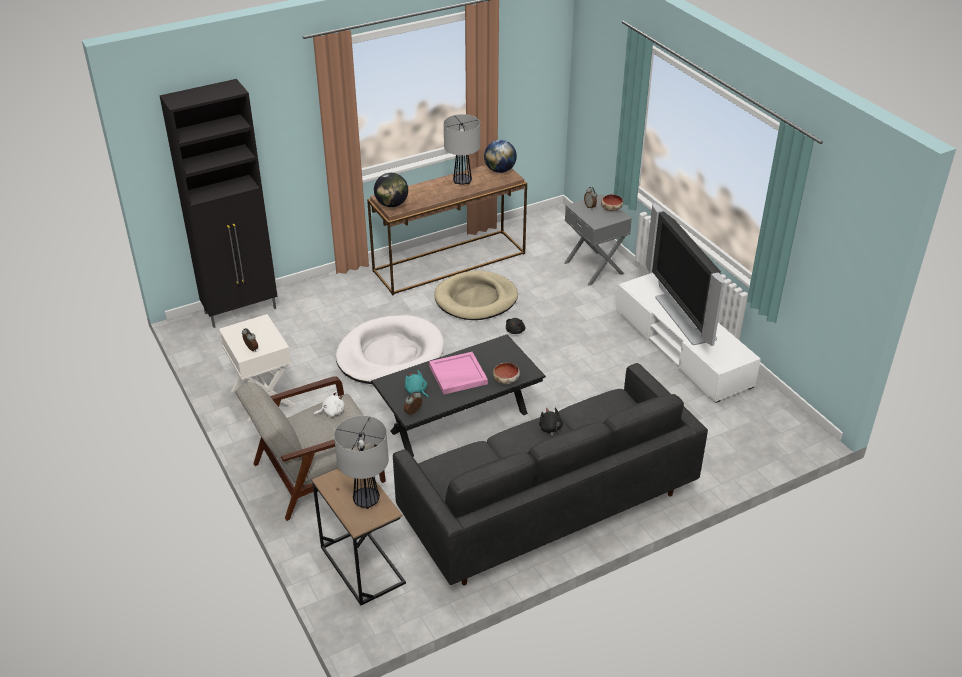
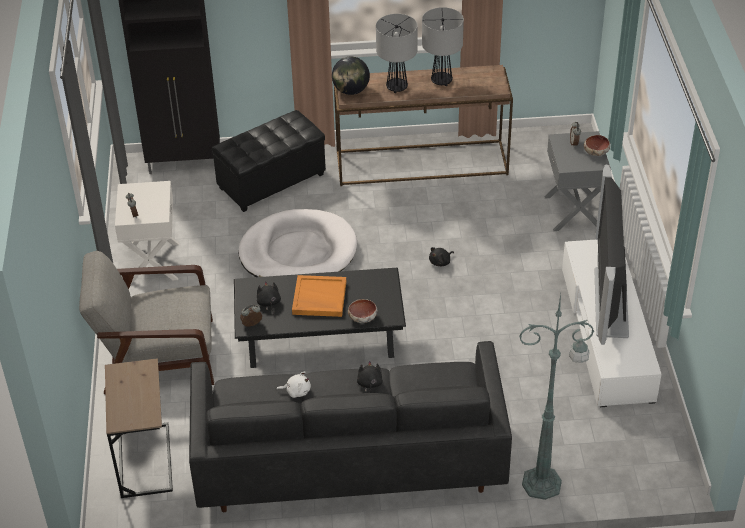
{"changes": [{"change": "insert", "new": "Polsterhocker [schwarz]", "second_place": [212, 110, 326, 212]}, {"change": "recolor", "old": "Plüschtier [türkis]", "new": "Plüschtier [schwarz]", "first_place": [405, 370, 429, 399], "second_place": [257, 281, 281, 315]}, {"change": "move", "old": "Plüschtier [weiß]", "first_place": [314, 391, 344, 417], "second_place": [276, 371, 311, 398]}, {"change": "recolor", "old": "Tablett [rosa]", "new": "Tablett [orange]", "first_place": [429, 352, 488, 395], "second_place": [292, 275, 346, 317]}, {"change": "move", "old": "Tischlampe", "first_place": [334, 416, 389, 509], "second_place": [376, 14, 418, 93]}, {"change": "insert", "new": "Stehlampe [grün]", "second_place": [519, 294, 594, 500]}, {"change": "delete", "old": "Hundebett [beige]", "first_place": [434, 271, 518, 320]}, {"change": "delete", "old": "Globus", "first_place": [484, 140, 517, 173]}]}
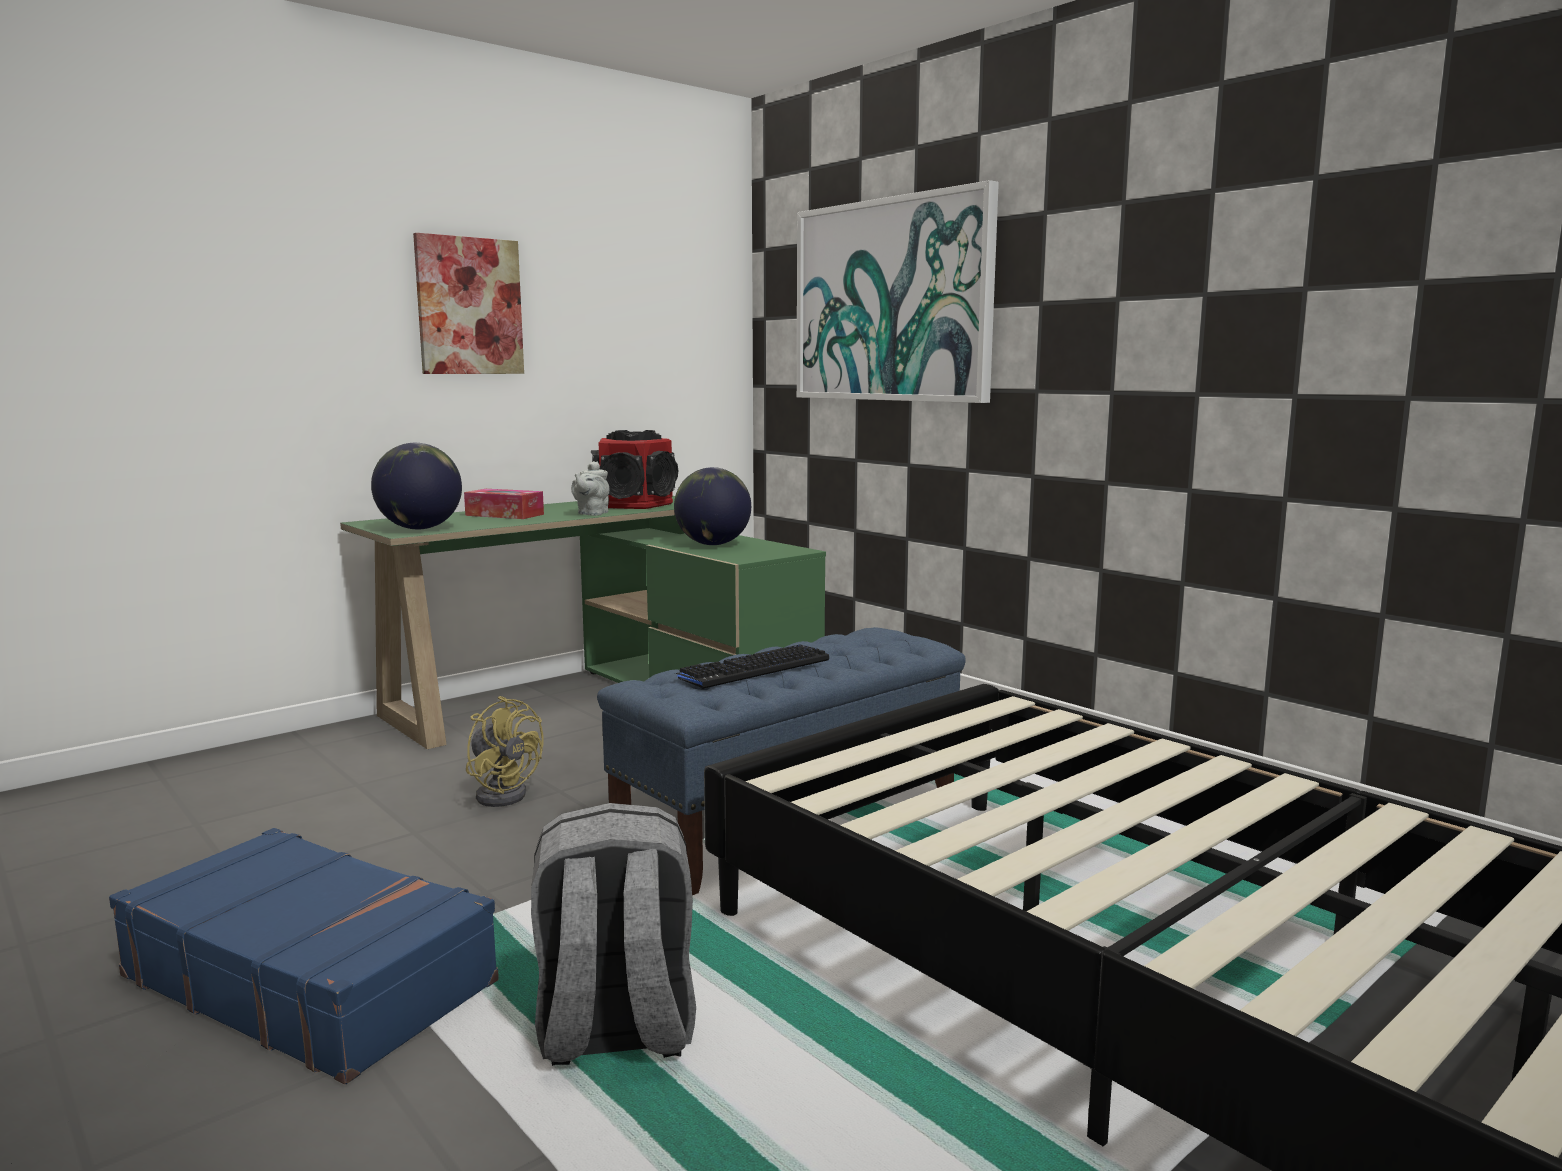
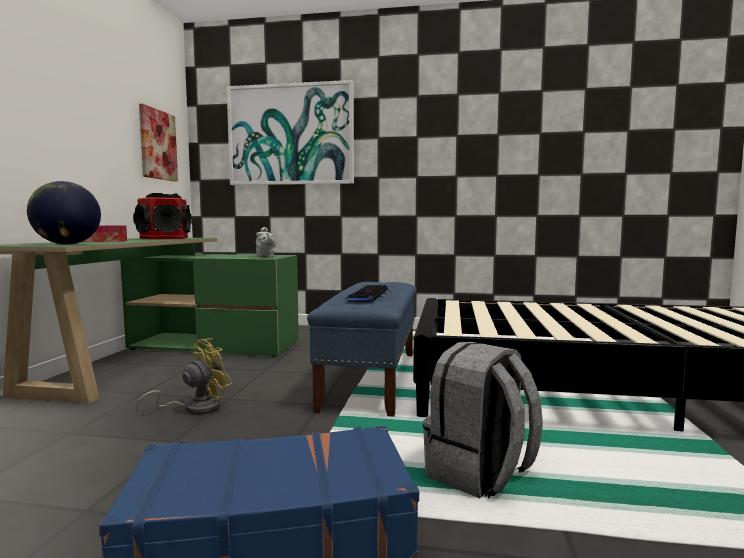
{"changes": [{"change": "rotate", "old": "Ventilator [gelb]", "first_place": [466, 696, 543, 807], "second_place": [136, 338, 232, 415], "degrees": -45}, {"change": "move", "old": "Bild", "first_place": [413, 233, 524, 374], "second_place": [139, 104, 178, 182]}, {"change": "move", "old": "Teekanne [grau]", "first_place": [571, 461, 609, 516], "second_place": [256, 227, 277, 258]}, {"change": "delete", "old": "Globus", "first_place": [674, 467, 751, 545]}]}
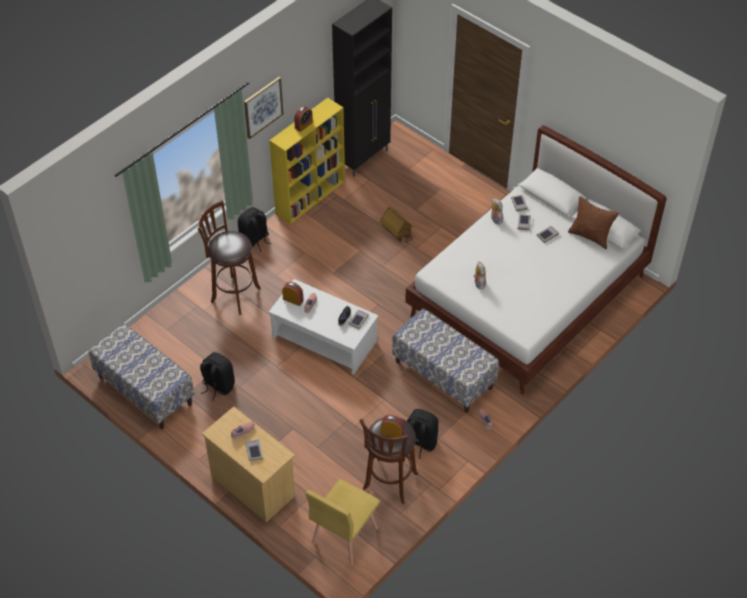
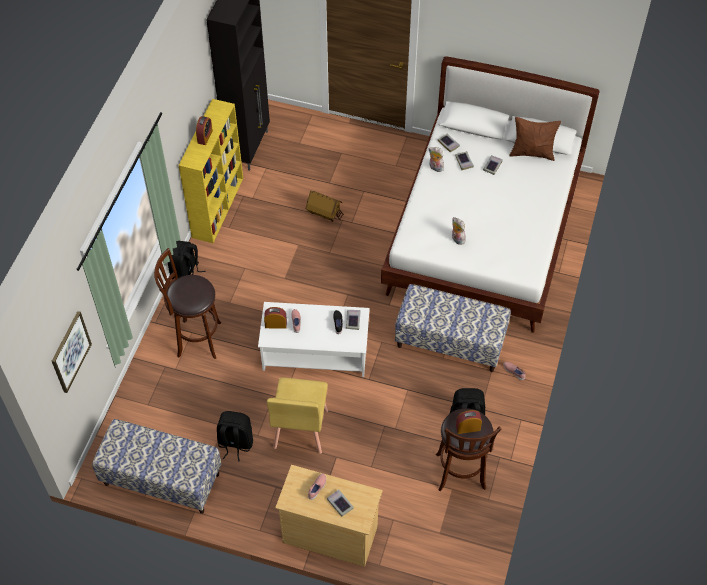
{"changes": [{"change": "move", "old": "Bild", "first_place": [244, 77, 283, 139], "second_place": [52, 311, 92, 393]}, {"change": "move", "old": "Stuhl [gelb]", "first_place": [305, 479, 380, 565], "second_place": [267, 378, 328, 454]}]}
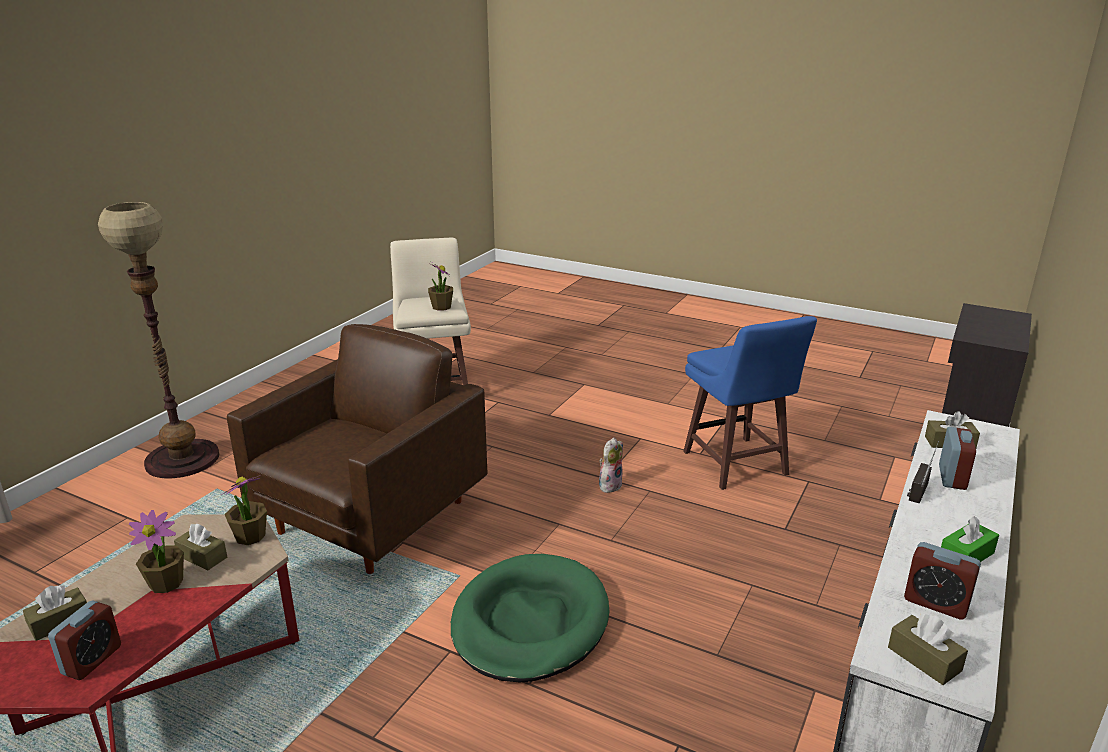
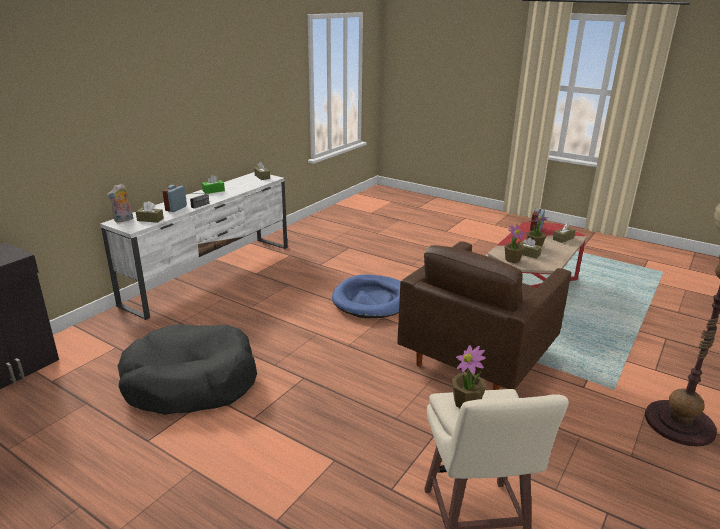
{"changes": [{"change": "move", "old": "Plüschtier", "first_place": [599, 438, 623, 493], "second_place": [106, 184, 133, 223]}, {"change": "replace", "old": "Hocker [blau]", "new": "Hundebett [schwarz]", "first_place": [683, 316, 817, 490], "second_place": [118, 324, 257, 415]}, {"change": "recolor", "old": "Hundebett [grün]", "new": "Hundebett [blau]", "first_place": [451, 554, 610, 682], "second_place": [332, 274, 401, 318]}, {"change": "delete", "old": "Wecker", "first_place": [904, 542, 981, 619]}]}
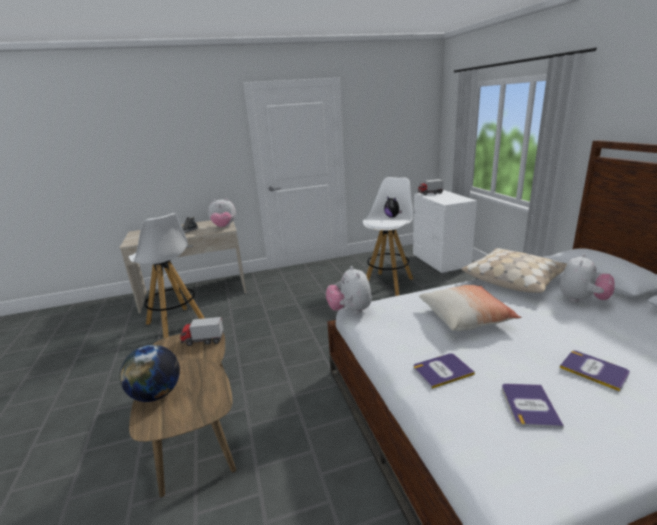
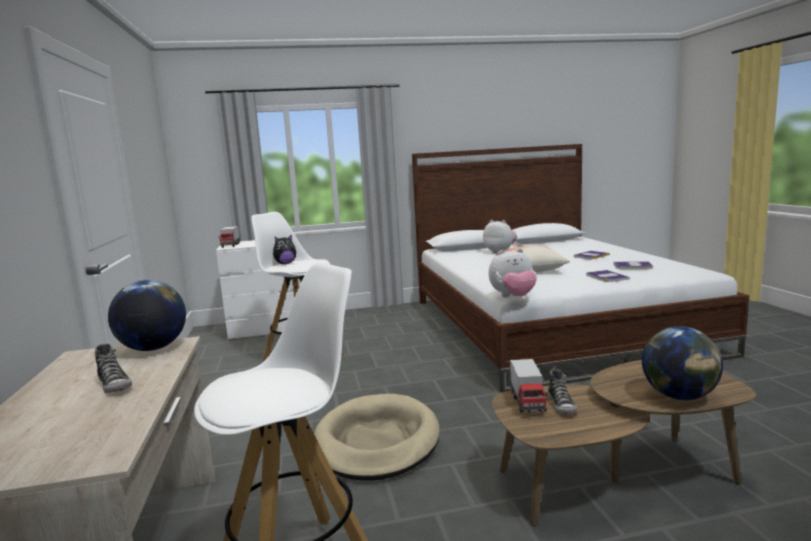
{"changes": [{"change": "replace", "old": "Plüschtier", "new": "Globus", "first_place": [208, 198, 236, 227], "second_place": [108, 280, 186, 351]}, {"change": "insert", "new": "Hundebett [beige]", "second_place": [314, 394, 440, 481]}, {"change": "insert", "new": "Schuh", "second_place": [548, 368, 577, 414]}, {"change": "delete", "old": "Kissen [beige]", "first_place": [461, 248, 567, 293]}]}
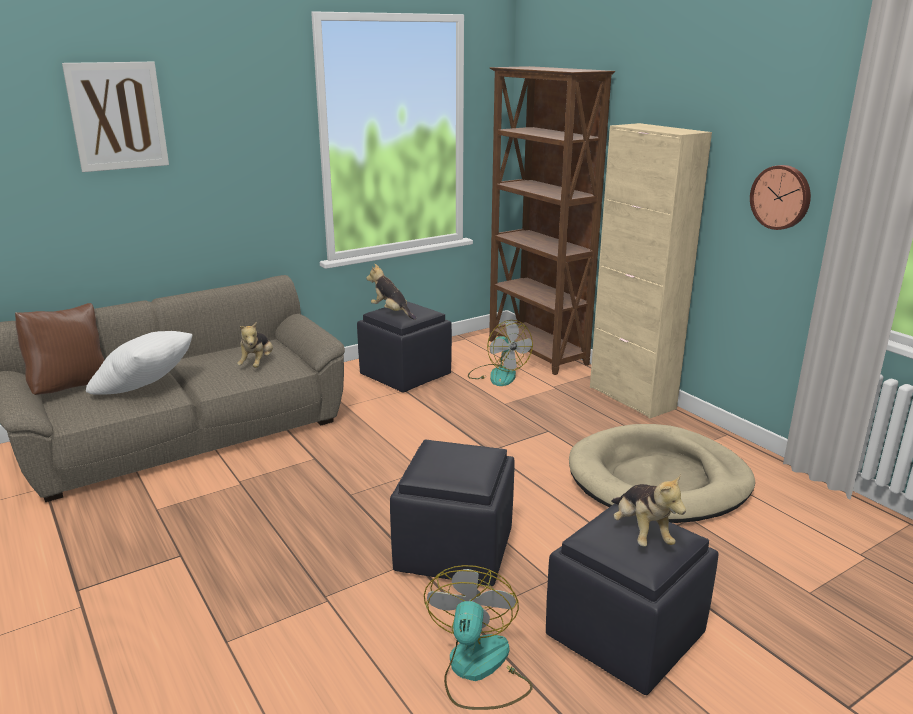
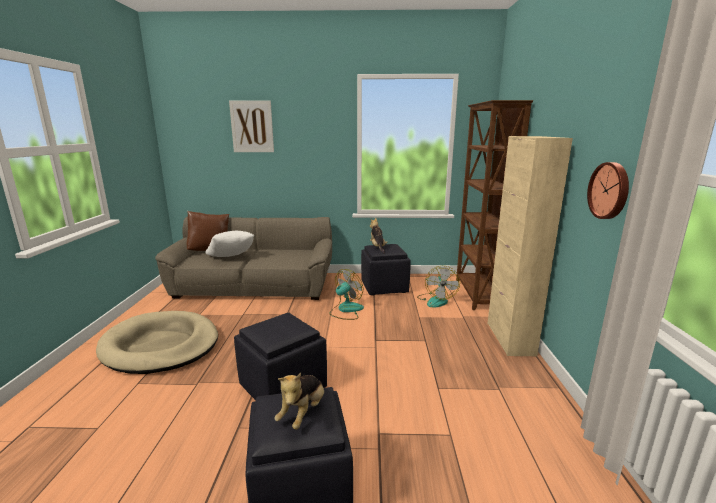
{"changes": [{"change": "move", "old": "Hundebett [beige]", "first_place": [569, 424, 755, 523], "second_place": [96, 311, 218, 374]}, {"change": "move", "old": "Ventilator", "first_place": [424, 565, 533, 710], "second_place": [329, 269, 364, 320]}, {"change": "delete", "old": "Plüschtier", "first_place": [237, 322, 273, 368]}]}
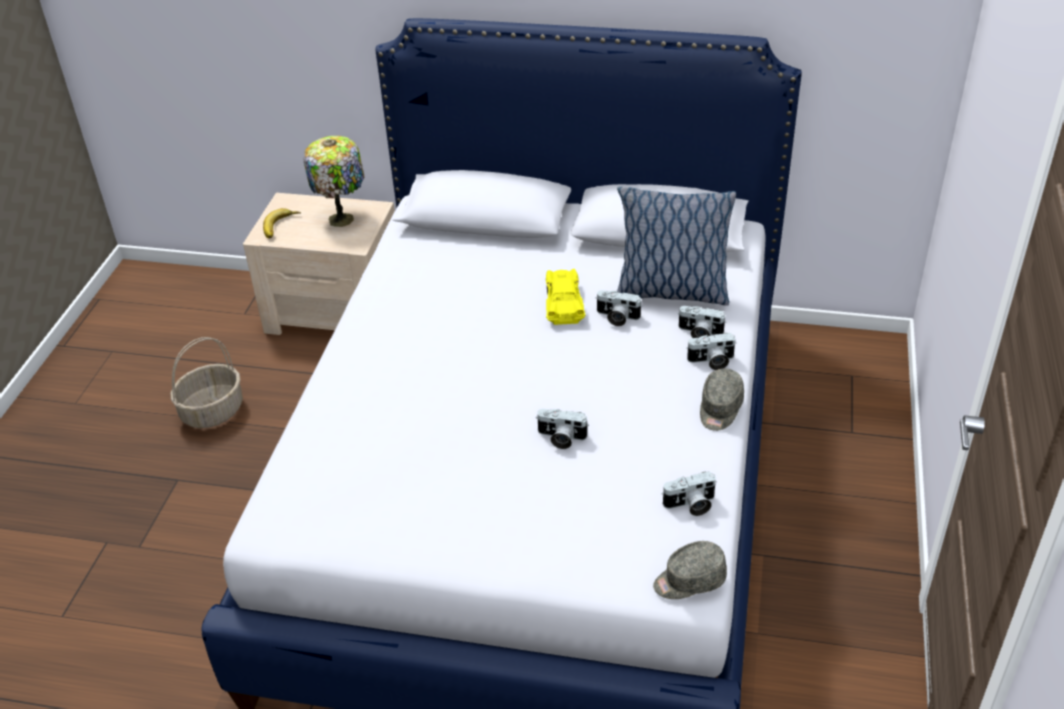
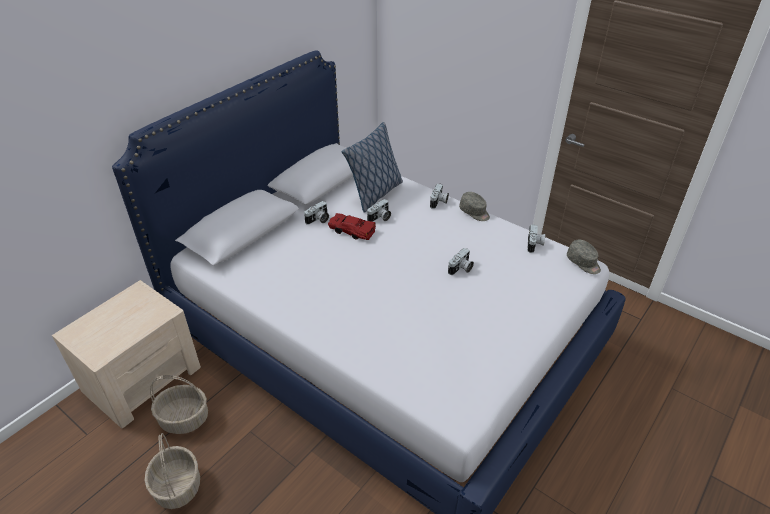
{"changes": [{"change": "insert", "new": "Korb", "second_place": [150, 375, 208, 434]}, {"change": "move", "old": "Kamera", "first_place": [678, 306, 726, 338], "second_place": [304, 201, 329, 225]}, {"change": "recolor", "old": "Spielzeugauto [gelb]", "new": "Spielzeugauto [rot]", "first_place": [546, 269, 586, 325], "second_place": [328, 213, 376, 240]}, {"change": "rotate", "old": "Kappe [grau]", "first_place": [653, 541, 727, 599], "second_place": [567, 240, 601, 274], "degrees": -45}, {"change": "delete", "old": "Banane", "first_place": [263, 208, 301, 239]}, {"change": "delete", "old": "Tischlampe", "first_place": [304, 136, 364, 227]}]}
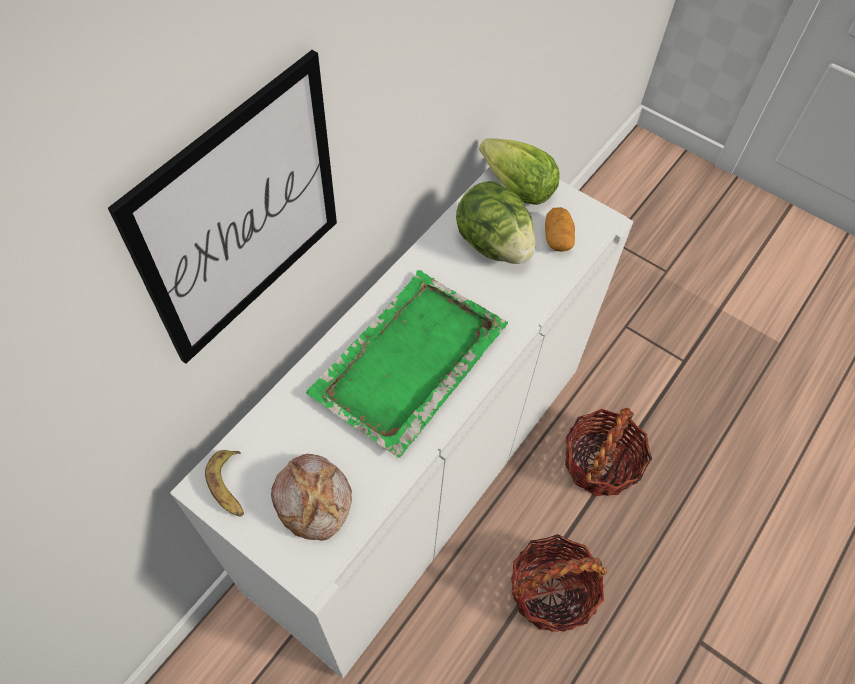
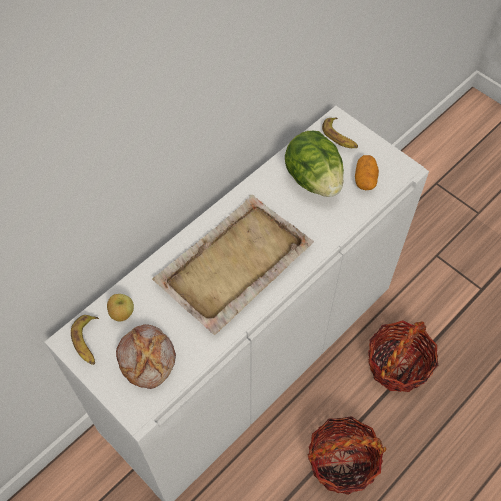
{"changes": [{"change": "insert", "new": "Apfel", "second_place": [107, 294, 134, 321]}, {"change": "recolor", "old": "Tablett [grün]", "new": "Tablett [beige]", "first_place": [306, 270, 508, 458], "second_place": [152, 195, 314, 335]}, {"change": "replace", "old": "Salatkopf", "new": "Banane", "first_place": [479, 138, 559, 205], "second_place": [322, 117, 358, 148]}, {"change": "delete", "old": "Bild", "first_place": [108, 50, 337, 364]}]}
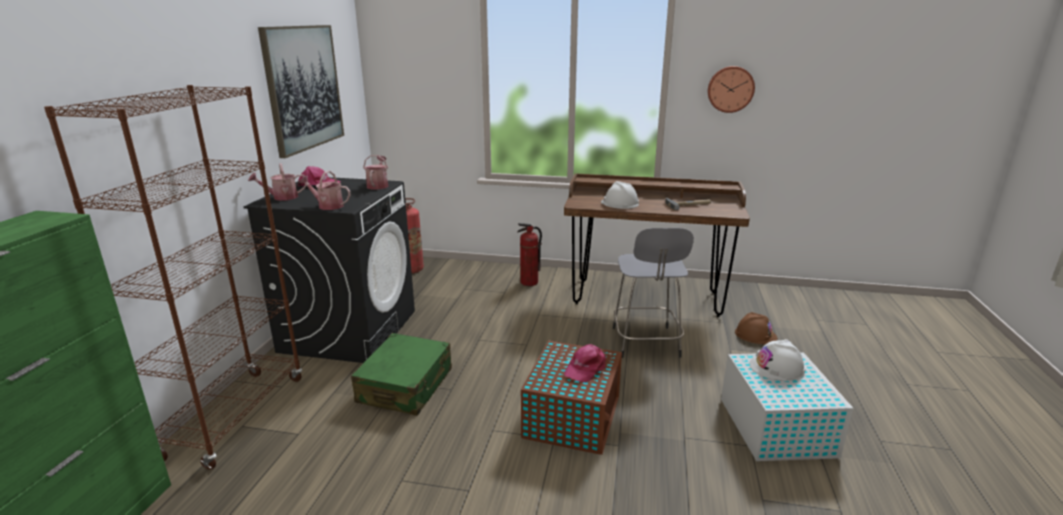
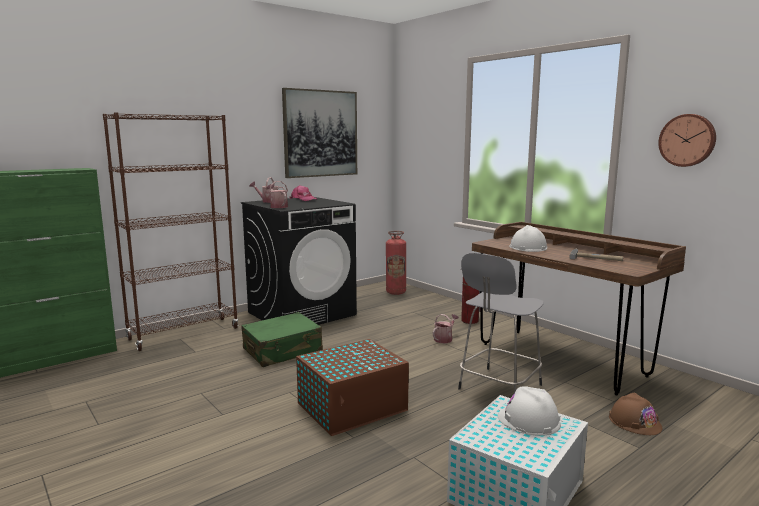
{"changes": [{"change": "move", "old": "Gießkanne", "first_place": [363, 155, 389, 190], "second_place": [433, 314, 459, 343]}, {"change": "delete", "old": "Kappe [rosa]", "first_place": [564, 344, 606, 383]}]}
